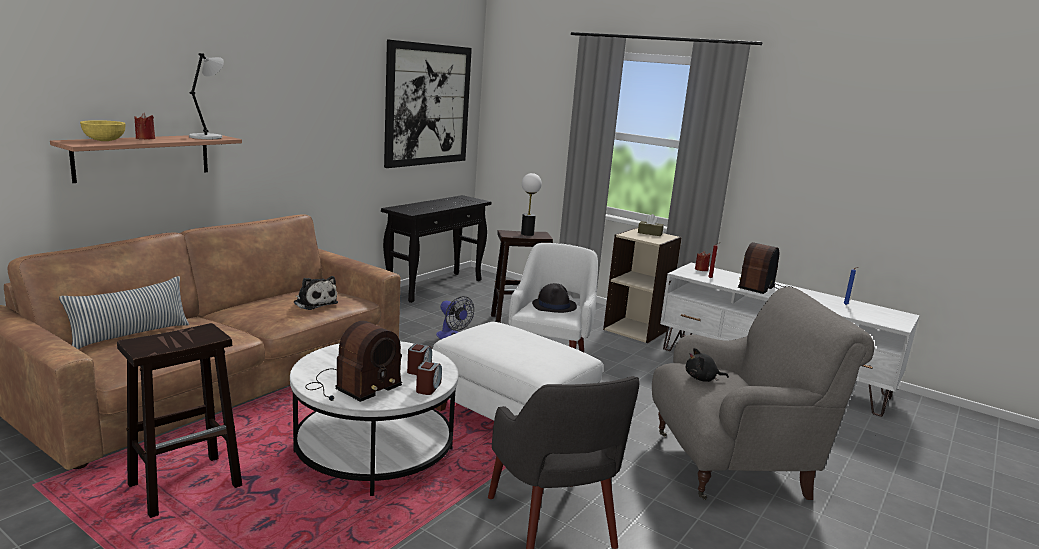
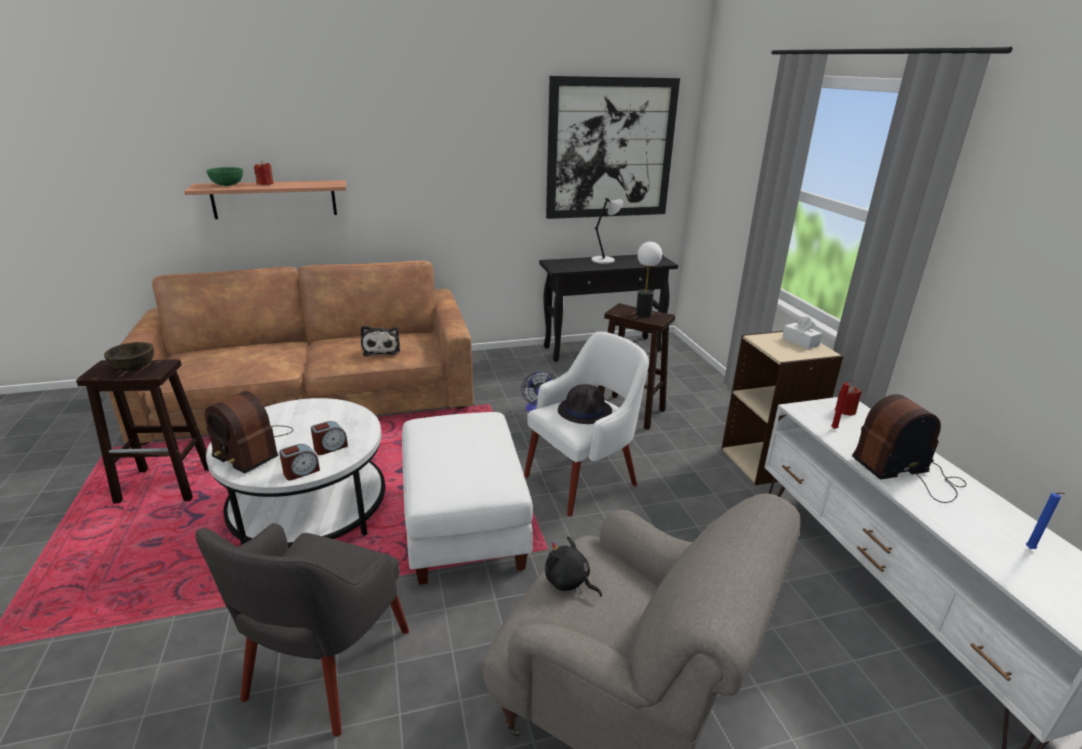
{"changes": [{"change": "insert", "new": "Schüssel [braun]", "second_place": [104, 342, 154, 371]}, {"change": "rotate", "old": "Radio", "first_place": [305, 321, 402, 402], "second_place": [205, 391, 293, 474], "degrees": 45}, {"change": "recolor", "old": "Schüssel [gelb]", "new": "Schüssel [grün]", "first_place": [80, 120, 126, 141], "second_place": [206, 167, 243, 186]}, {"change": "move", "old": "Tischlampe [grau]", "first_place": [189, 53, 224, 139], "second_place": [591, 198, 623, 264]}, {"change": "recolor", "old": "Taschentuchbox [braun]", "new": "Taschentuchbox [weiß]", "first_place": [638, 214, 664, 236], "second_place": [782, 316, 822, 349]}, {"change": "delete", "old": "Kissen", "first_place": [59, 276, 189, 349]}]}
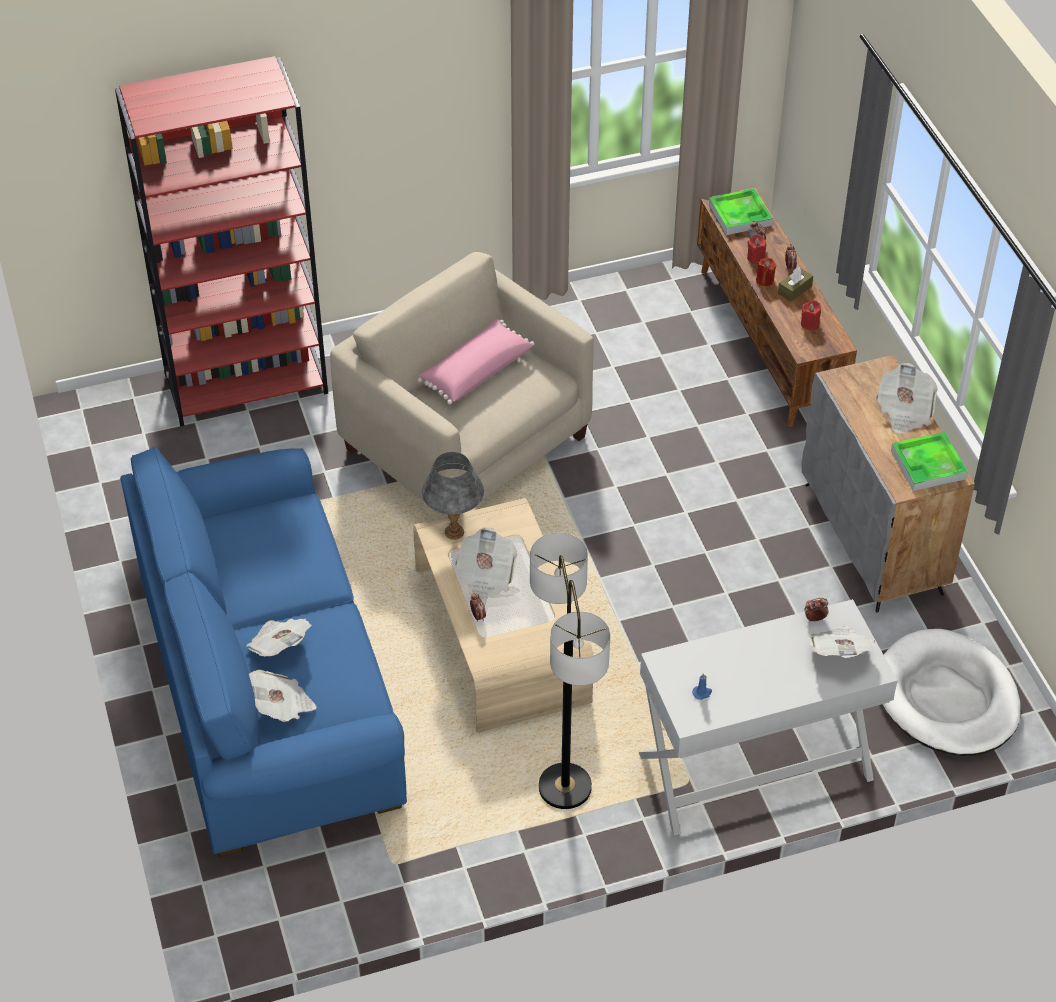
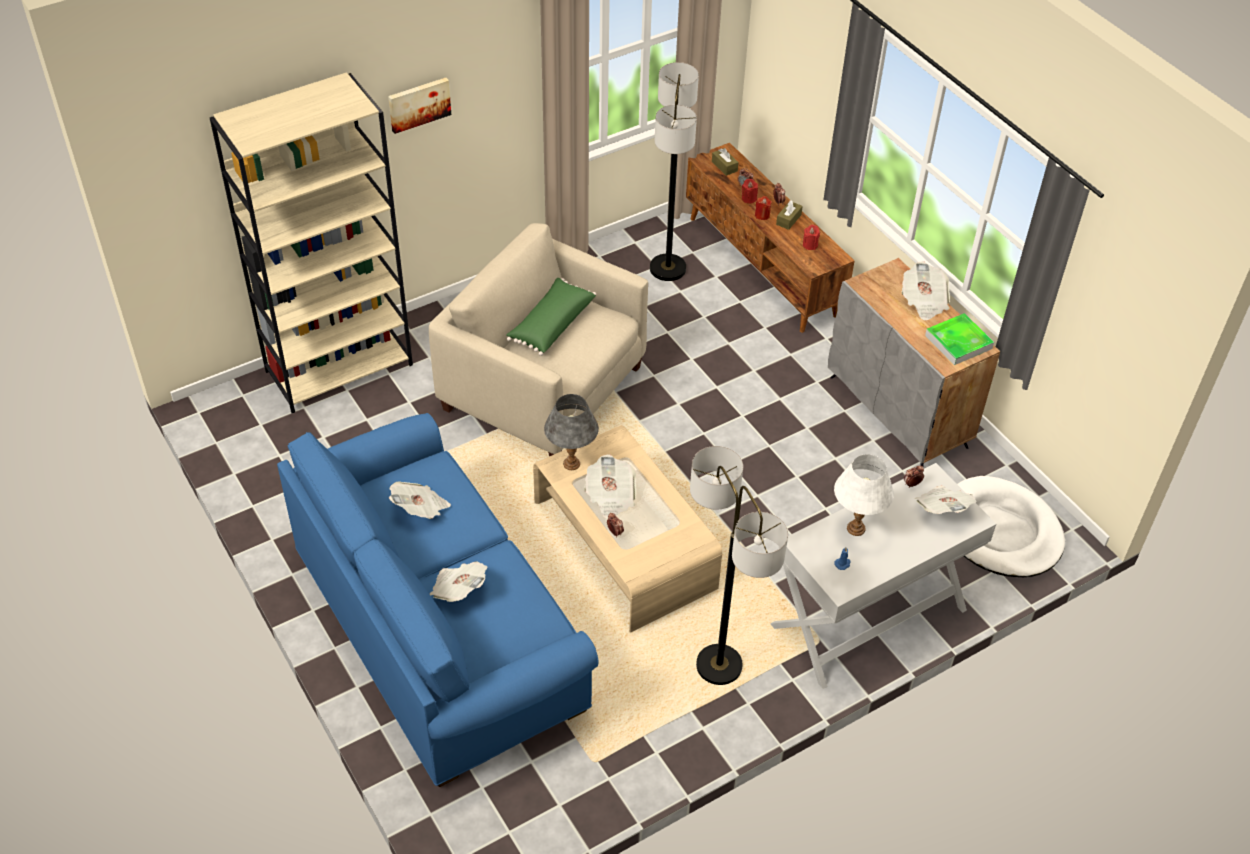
{"changes": [{"change": "recolor", "old": "Bücherregal [rot]", "new": "Bücherregal [beige]", "first_place": [115, 56, 328, 427], "second_place": [210, 72, 413, 413]}, {"change": "insert", "new": "Bild", "second_place": [388, 78, 451, 134]}, {"change": "move", "old": "Zeitung", "first_place": [249, 670, 317, 722], "second_place": [389, 481, 451, 519]}, {"change": "recolor", "old": "Kissen [rosa]", "new": "Kissen [grün]", "first_place": [417, 318, 535, 405], "second_place": [506, 278, 596, 356]}, {"change": "insert", "new": "Stehlampe", "second_place": [650, 62, 699, 281]}, {"change": "replace", "old": "Tablett", "new": "Taschentuchbox [braun]", "first_place": [709, 188, 773, 235], "second_place": [712, 148, 739, 176]}, {"change": "insert", "new": "Tischlampe [weiß]", "second_place": [834, 454, 894, 536]}]}
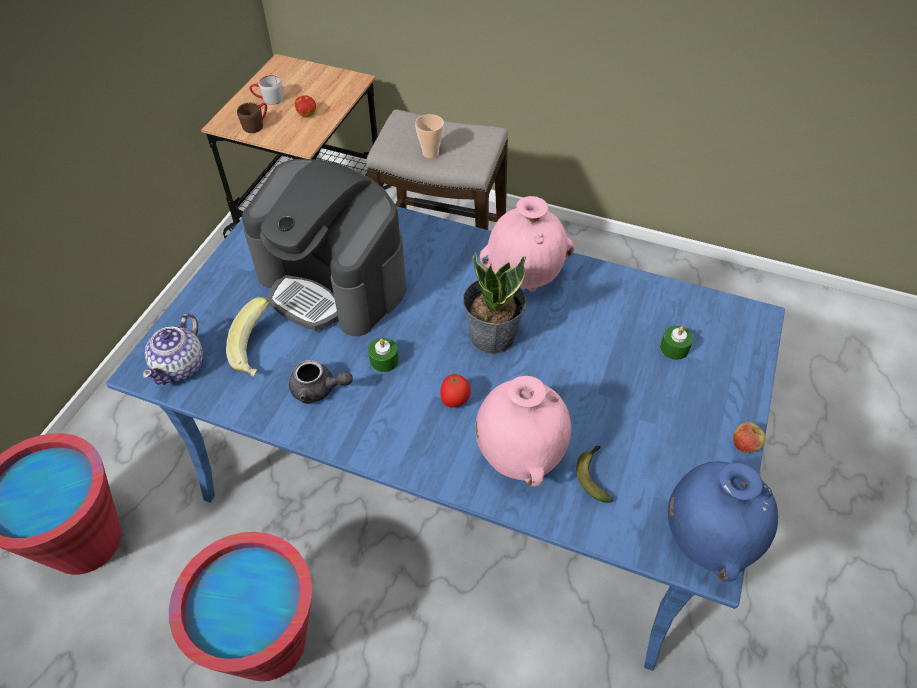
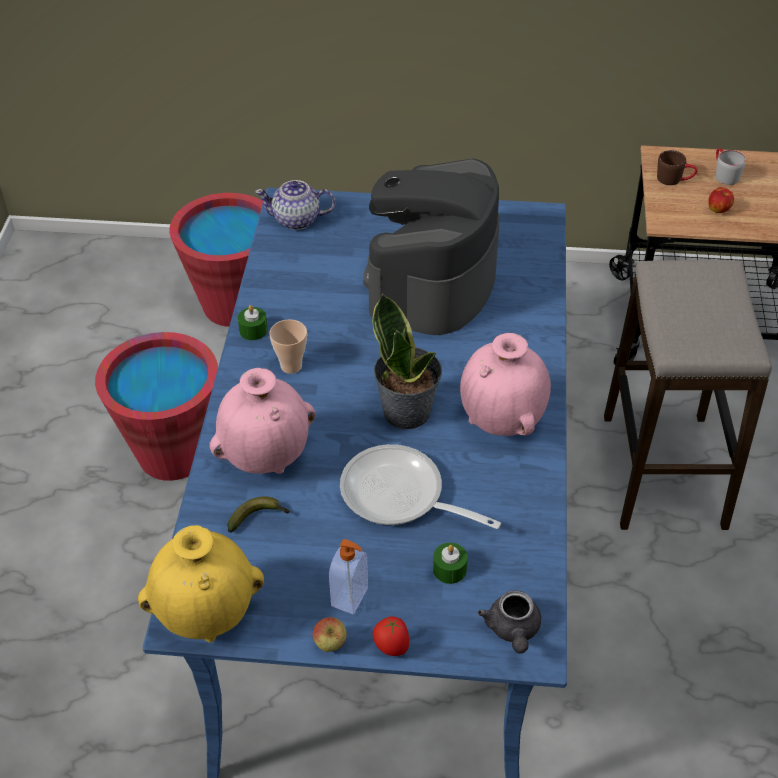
{"changes": [{"change": "recolor", "old": "Vase [blau]", "new": "Vase [gelb]", "first_place": [668, 461, 778, 582], "second_place": [138, 525, 264, 642]}, {"change": "move", "old": "Kerze [grün]", "first_place": [368, 338, 399, 372], "second_place": [238, 305, 268, 340]}, {"change": "move", "old": "Tasse", "first_place": [415, 114, 444, 158], "second_place": [269, 319, 307, 374]}, {"change": "insert", "new": "Seifenspender", "second_place": [329, 539, 368, 614]}, {"change": "insert", "new": "Pfanne", "second_place": [340, 444, 501, 529]}, {"change": "move", "old": "Tomate", "first_place": [440, 374, 471, 407], "second_place": [373, 617, 409, 656]}, {"change": "move", "old": "Teekanne [grau]", "first_place": [289, 360, 353, 404], "second_place": [478, 591, 541, 654]}, {"change": "delete", "old": "Banane", "first_place": [226, 297, 270, 377]}]}
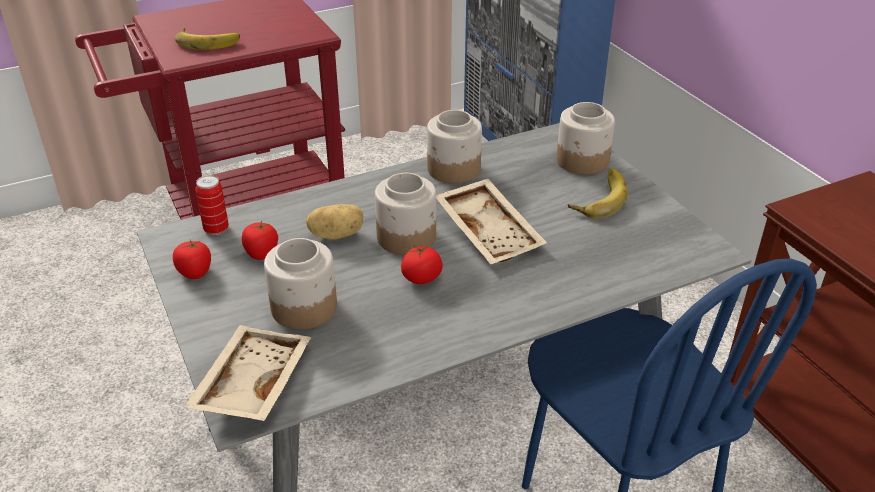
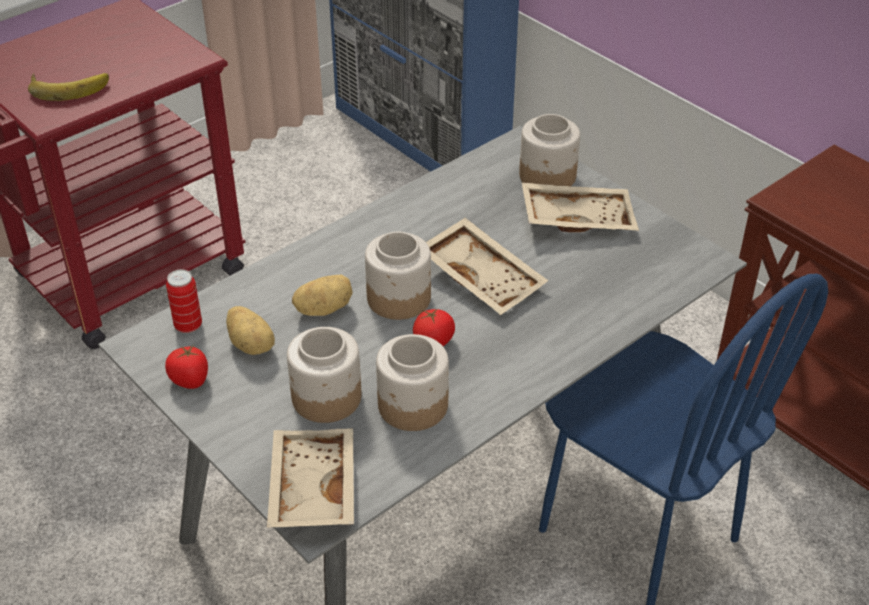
{"changes": [{"change": "replace", "old": "Tomate", "new": "Kartoffel", "first_place": [242, 221, 278, 260], "second_place": [226, 306, 275, 355]}, {"change": "move", "old": "Vorratsglas", "first_place": [427, 110, 482, 183], "second_place": [376, 334, 449, 431]}, {"change": "replace", "old": "Banane", "new": "Tablett [beige]", "first_place": [568, 168, 628, 219], "second_place": [522, 183, 639, 232]}]}
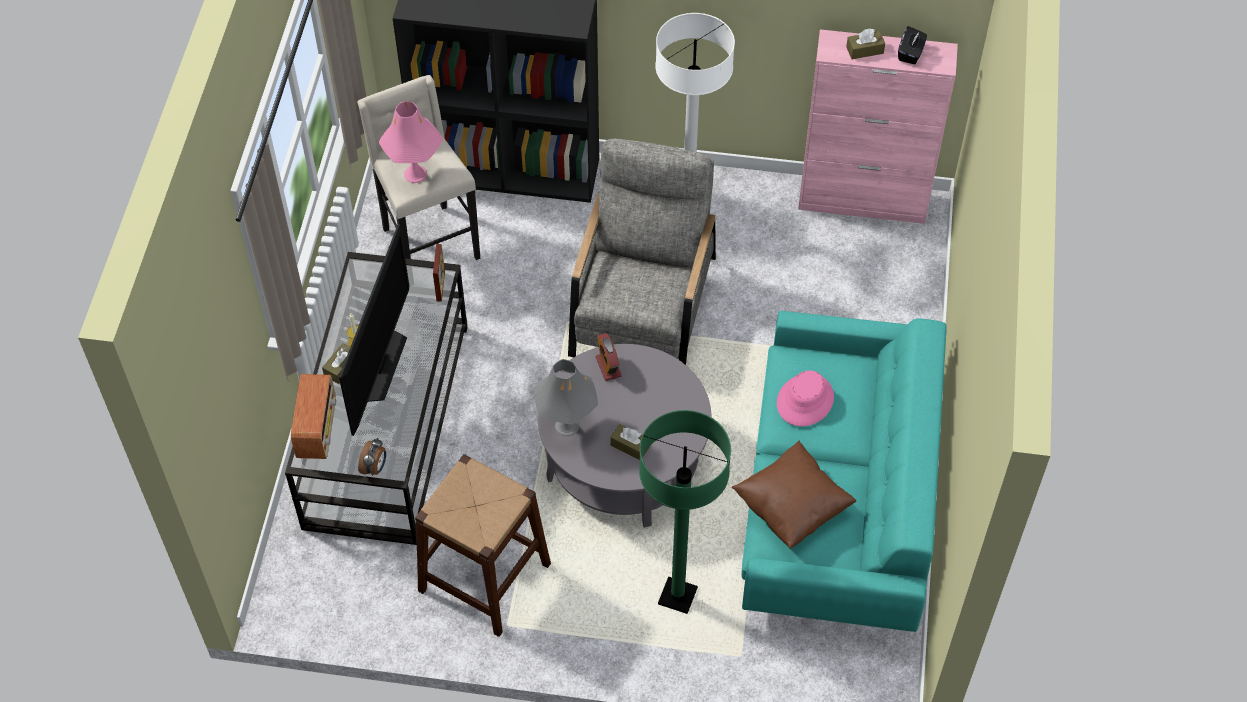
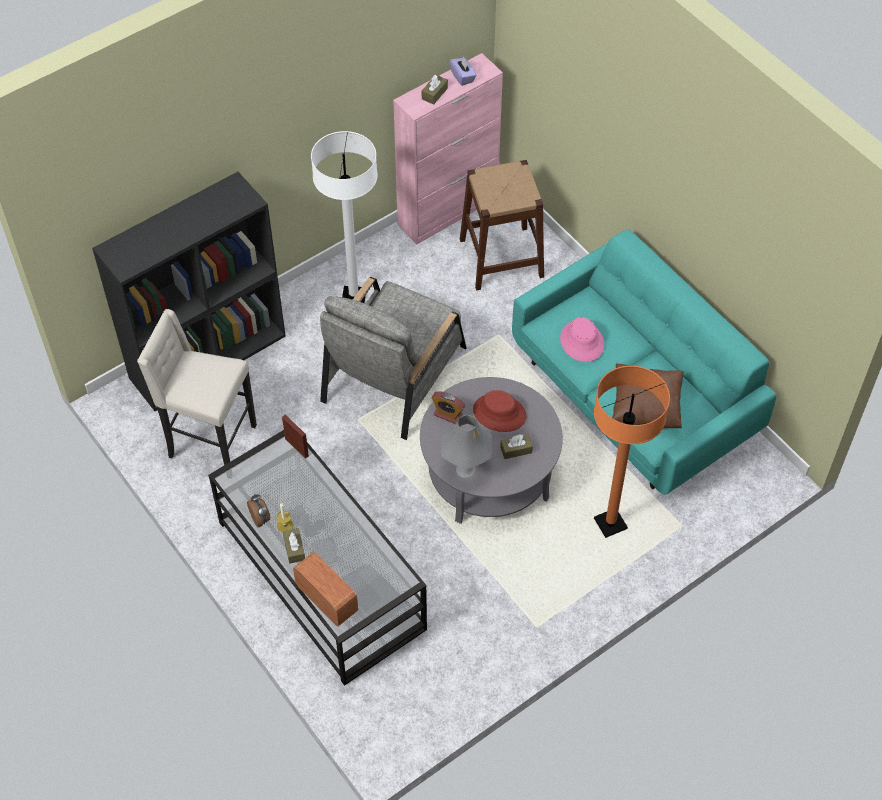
{"changes": [{"change": "move", "old": "Wecker", "first_place": [358, 438, 386, 476], "second_place": [247, 494, 270, 528]}, {"change": "rotate", "old": "Sessel [grau]", "first_place": [568, 139, 716, 365], "second_place": [320, 277, 467, 440], "degrees": -120}, {"change": "recolor", "old": "Taschentuchbox [schwarz]", "new": "Taschentuchbox [lila]", "first_place": [898, 26, 927, 64], "second_place": [449, 56, 477, 86]}, {"change": "move", "old": "Hocker [braun]", "first_place": [415, 454, 551, 637], "second_place": [460, 160, 544, 290]}, {"change": "insert", "new": "Hut [rot]", "second_place": [473, 390, 527, 432]}, {"change": "recolor", "old": "Stehlampe [grün]", "new": "Stehlampe [orange]", "first_place": [639, 410, 731, 614], "second_place": [594, 366, 670, 538]}, {"change": "delete", "old": "Fernseher", "first_place": [339, 224, 409, 436]}, {"change": "delete", "old": "Tischlampe [rosa]", "first_place": [379, 101, 443, 183]}]}
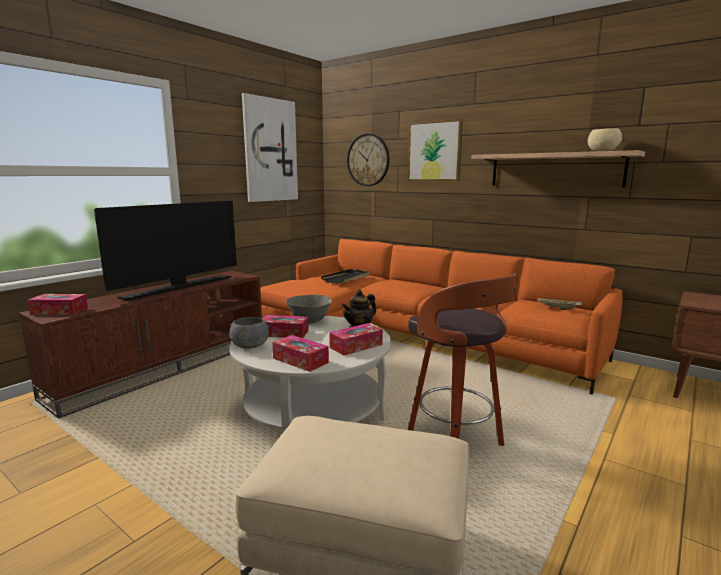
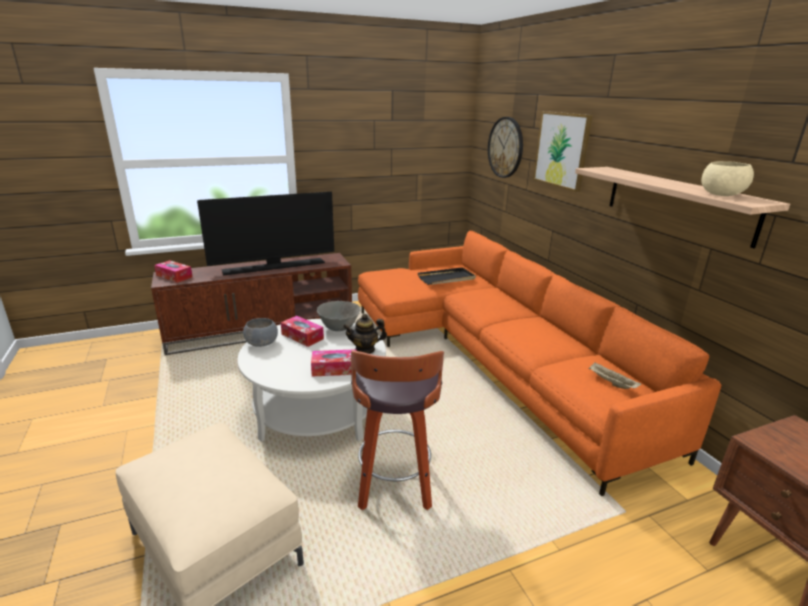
{"changes": [{"change": "delete", "old": "Bild", "first_place": [242, 93, 298, 202]}, {"change": "delete", "old": "Taschentuchbox", "first_place": [272, 335, 329, 372]}]}
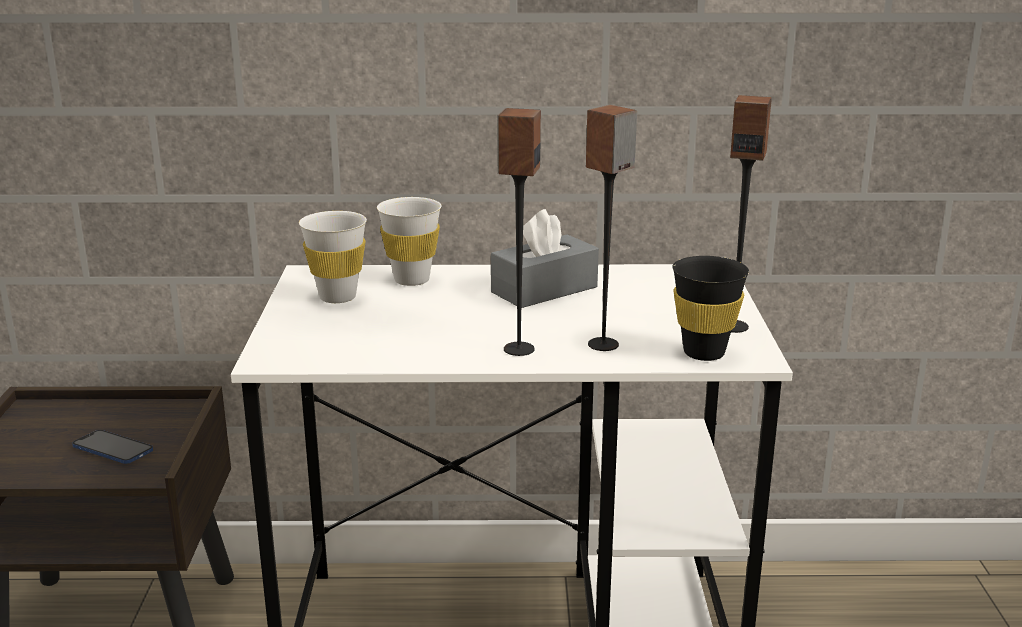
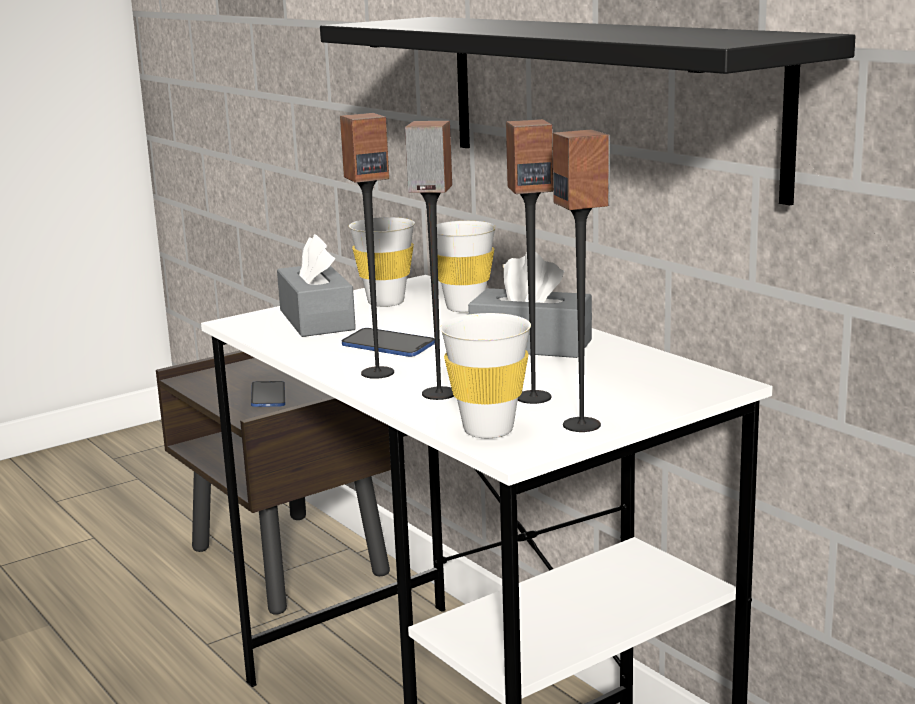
{"changes": [{"change": "insert", "new": "Taschentuchbox [grau]", "second_place": [277, 234, 356, 337]}, {"change": "insert", "new": "Wandregal [schwarz]", "second_place": [320, 17, 856, 205]}, {"change": "insert", "new": "Handy", "second_place": [342, 328, 435, 357]}, {"change": "recolor", "old": "Tasse [schwarz]", "new": "Tasse [weiß]", "first_place": [672, 256, 749, 361], "second_place": [440, 313, 531, 438]}, {"change": "insert", "new": "Lautsprecher", "second_place": [506, 119, 553, 404]}]}
